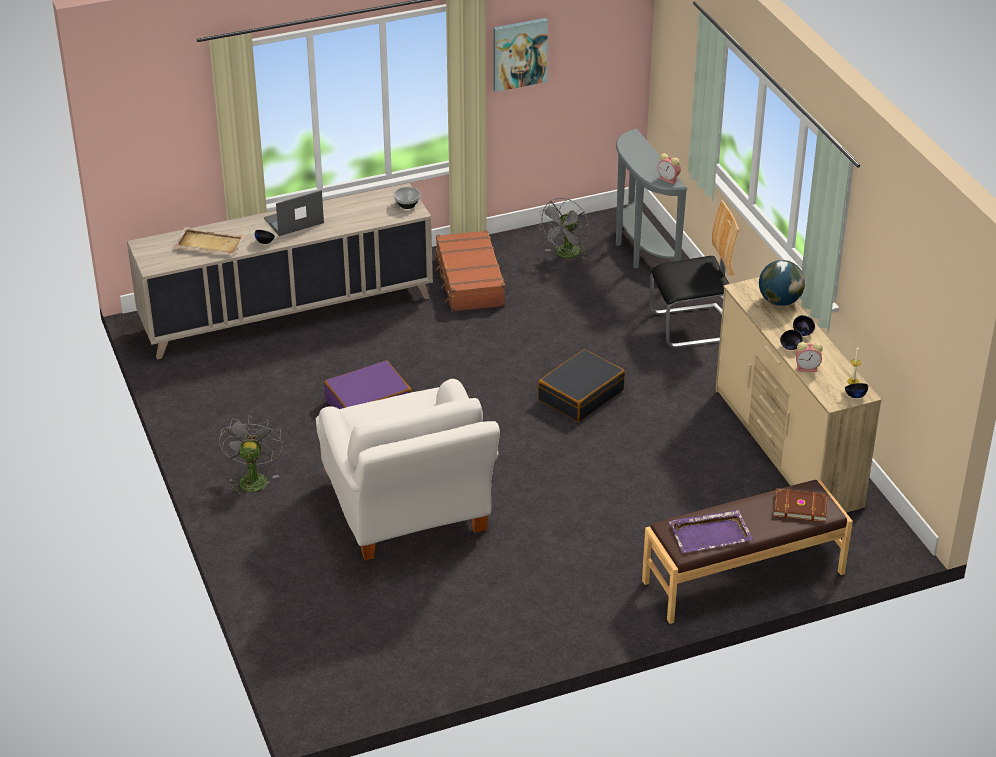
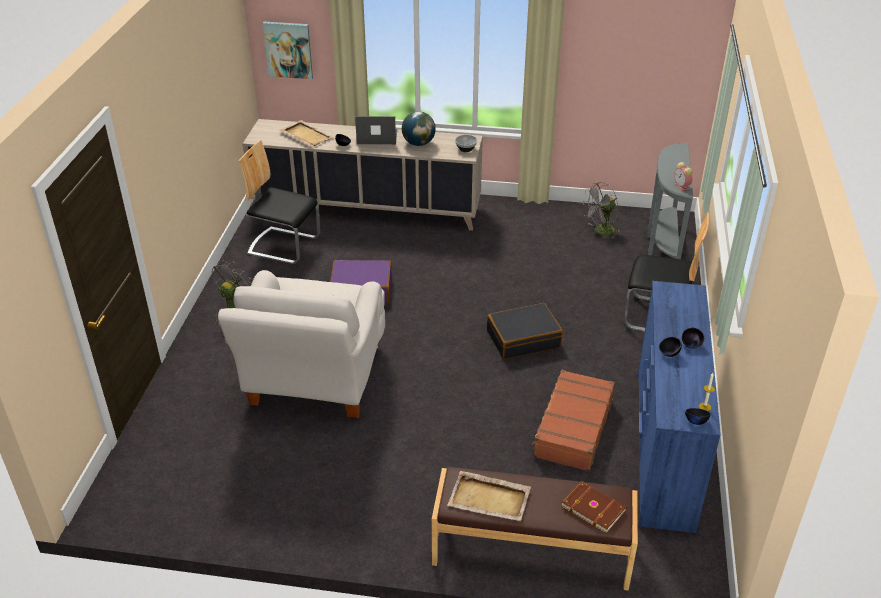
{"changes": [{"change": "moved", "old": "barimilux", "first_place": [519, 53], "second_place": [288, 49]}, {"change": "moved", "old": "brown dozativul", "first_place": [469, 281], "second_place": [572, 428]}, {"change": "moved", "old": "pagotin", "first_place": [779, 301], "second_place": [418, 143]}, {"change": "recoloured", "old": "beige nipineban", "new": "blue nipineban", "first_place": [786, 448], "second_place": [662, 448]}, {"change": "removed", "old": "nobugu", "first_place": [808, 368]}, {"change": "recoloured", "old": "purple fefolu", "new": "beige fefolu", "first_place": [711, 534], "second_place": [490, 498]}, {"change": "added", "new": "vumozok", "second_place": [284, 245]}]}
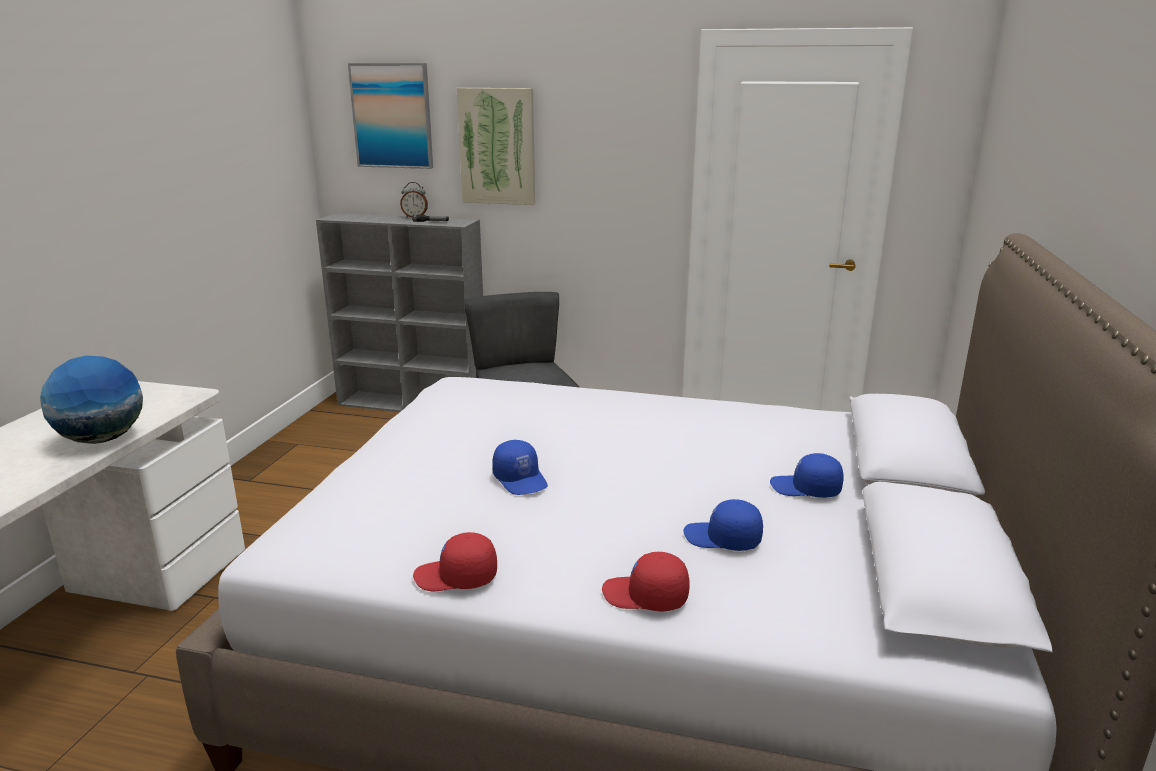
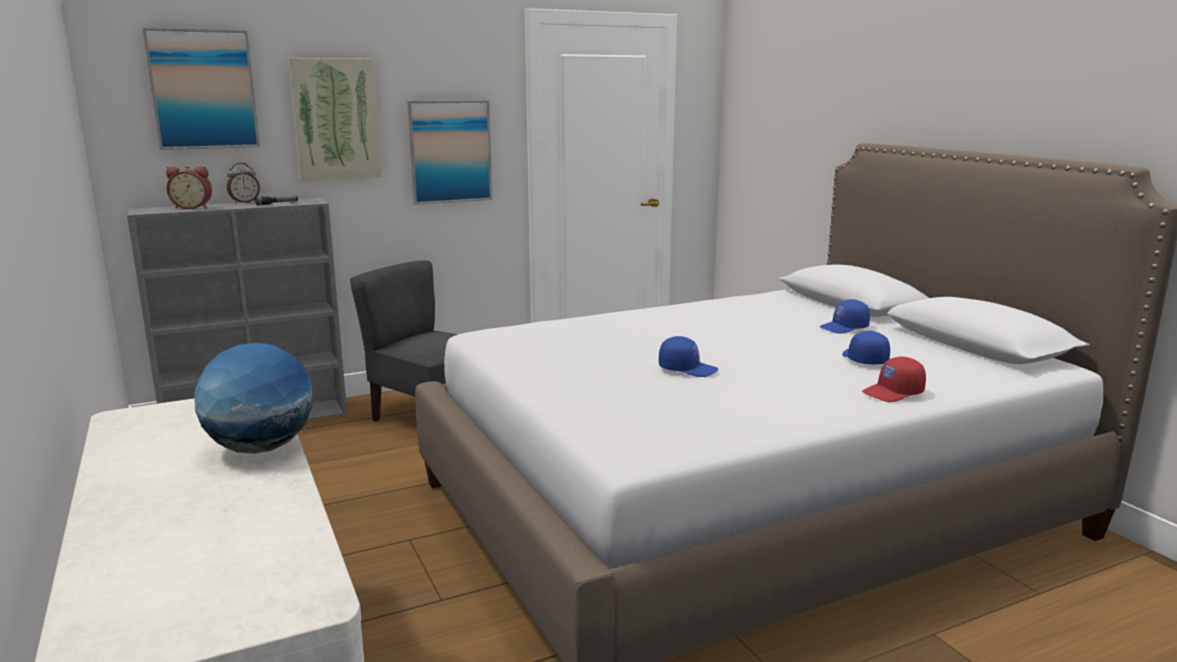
{"changes": [{"change": "turned", "old": "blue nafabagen", "first_place": [722, 539], "second_place": [863, 359], "degrees": 105}, {"change": "removed", "old": "red nafabagen", "first_place": [456, 577]}, {"change": "added", "new": "barimilux", "second_place": [450, 151]}, {"change": "added", "new": "nobugu", "second_place": [193, 207]}]}
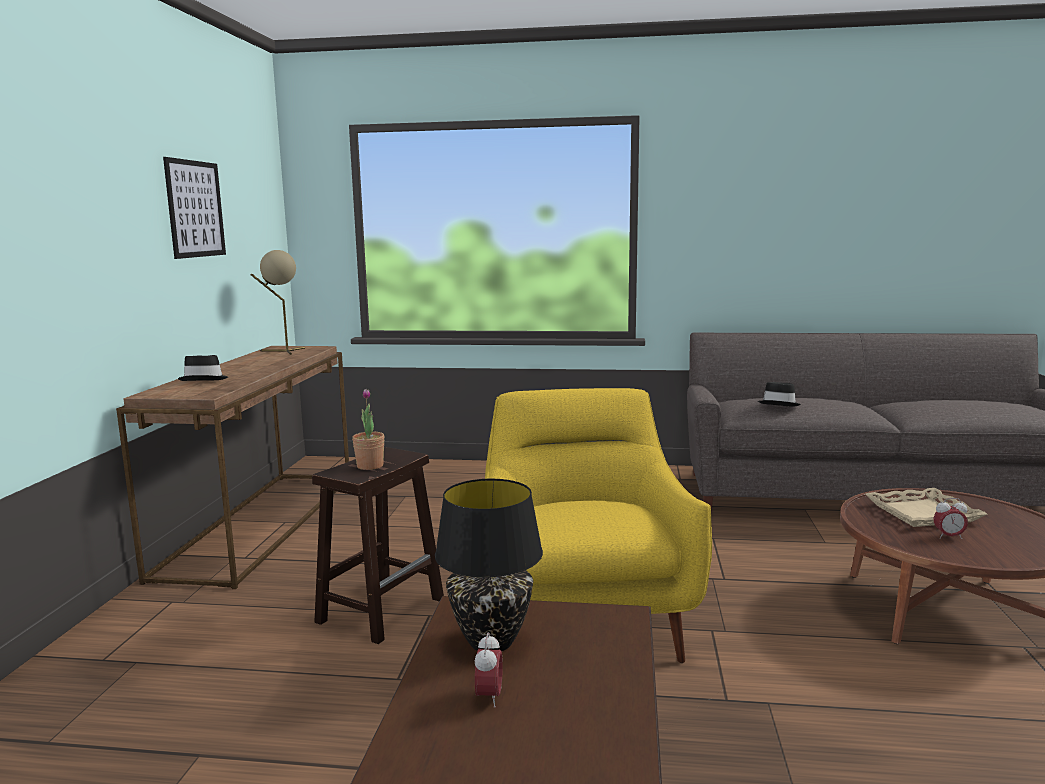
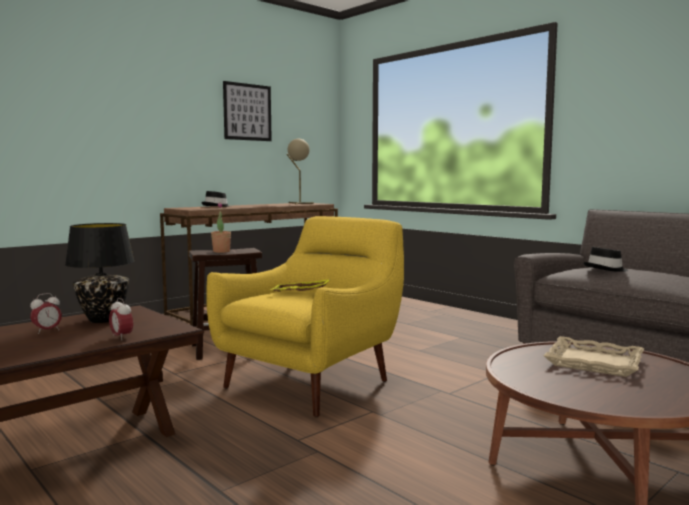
{"changes": [{"change": "moved", "old": "nobugu", "first_place": [948, 537], "second_place": [121, 337]}, {"change": "added", "new": "yellow fefolu", "second_place": [300, 293]}]}
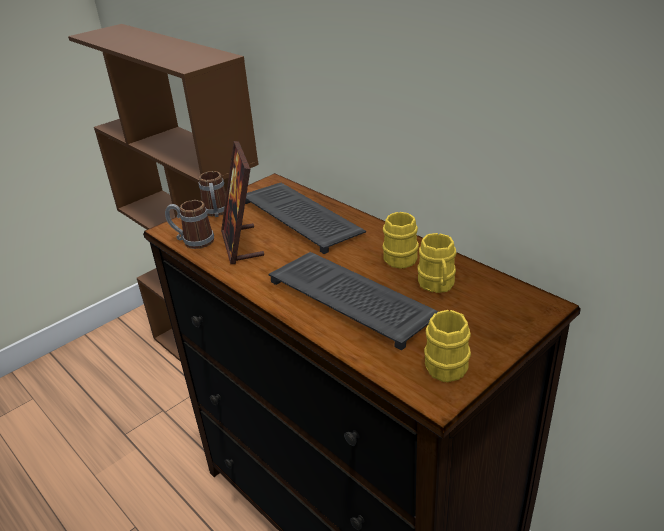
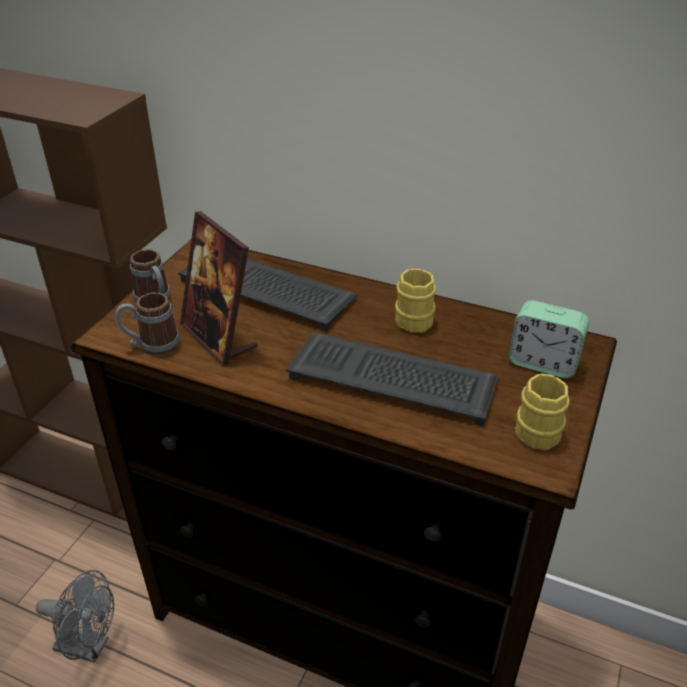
{"changes": [{"change": "removed", "old": "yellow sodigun", "first_place": [437, 285]}, {"change": "added", "new": "nobugu", "second_place": [543, 363]}, {"change": "added", "new": "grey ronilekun", "second_place": [89, 646]}]}
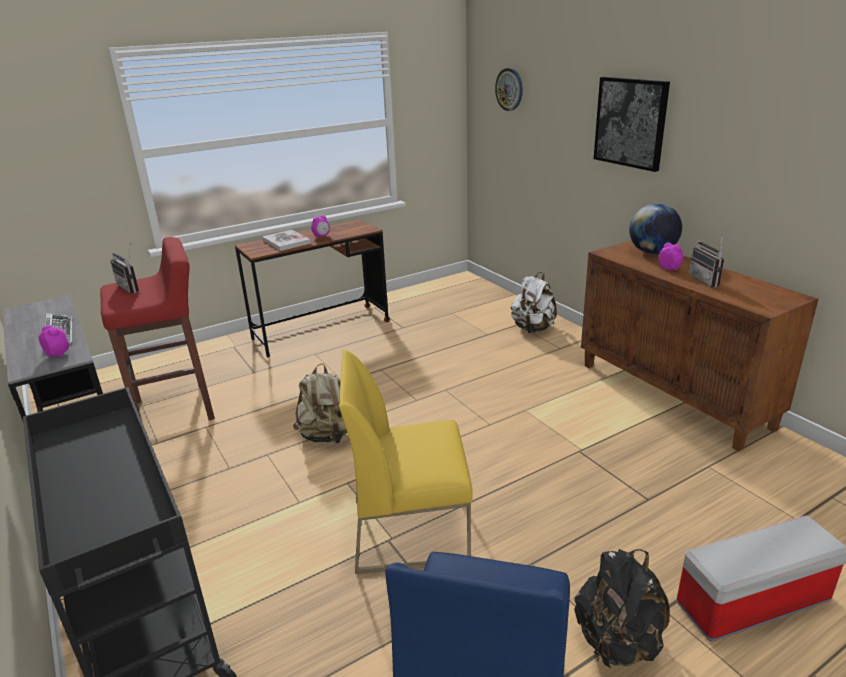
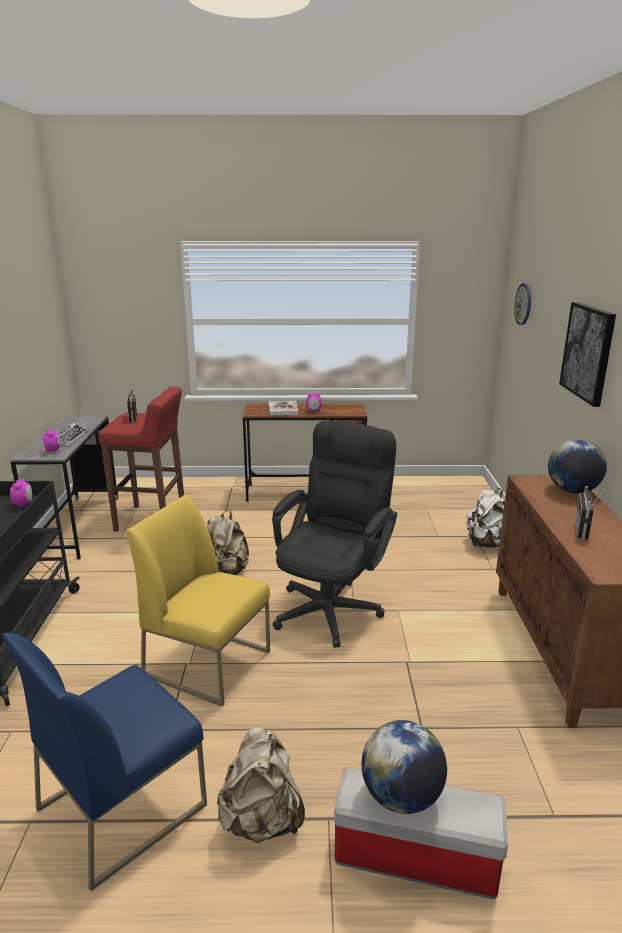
{"changes": [{"change": "moved", "old": "nobugu", "first_place": [669, 268], "second_place": [23, 504]}, {"change": "recoloured", "old": "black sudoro", "new": "beige sudoro", "first_place": [617, 643], "second_place": [261, 820]}, {"change": "added", "new": "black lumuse", "second_place": [332, 605]}, {"change": "added", "new": "pagotin", "second_place": [401, 796]}]}
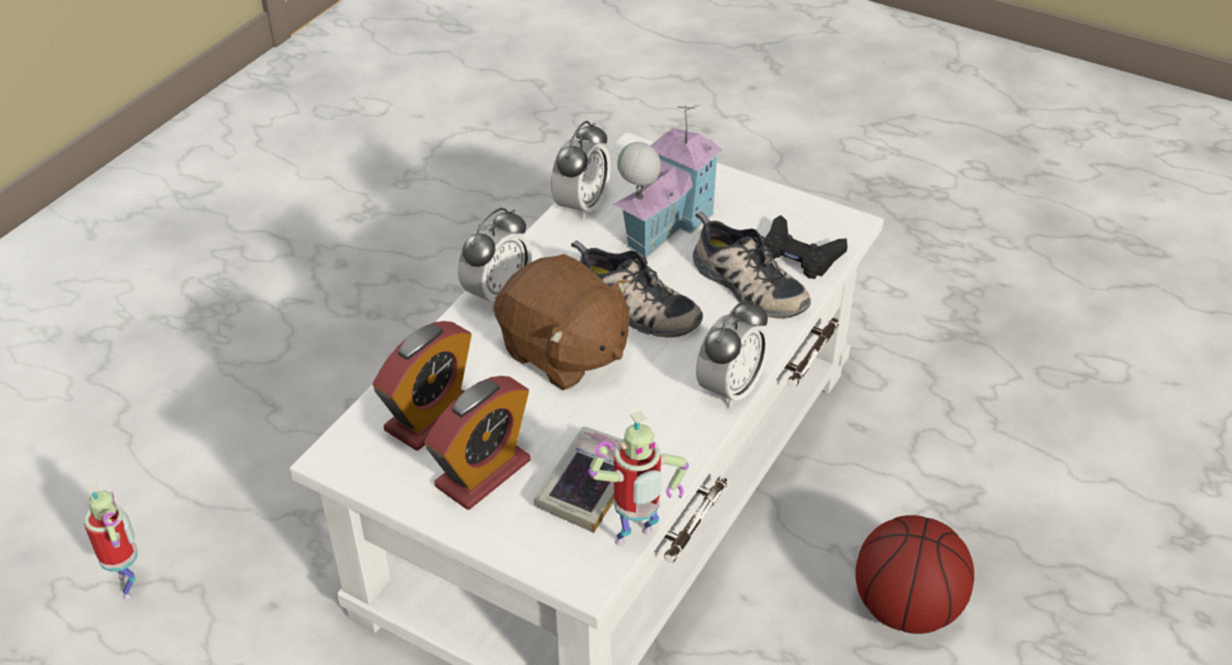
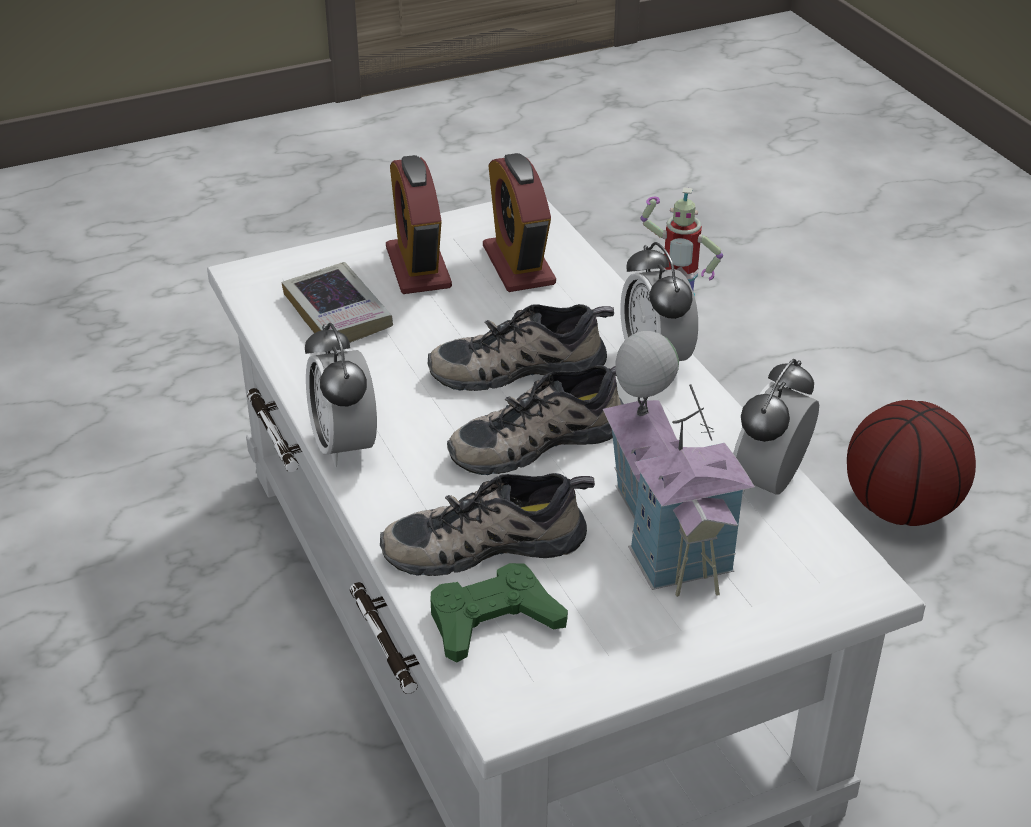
{"changes": [{"change": "turned", "old": "nobugu", "first_place": [581, 206], "second_place": [769, 482], "degrees": 60}, {"change": "recoloured", "old": "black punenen", "new": "green punenen", "first_place": [799, 255], "second_place": [493, 621]}, {"change": "replaced", "old": "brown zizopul", "new": "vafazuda", "first_place": [564, 353], "second_place": [519, 365]}, {"change": "removed", "old": "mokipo", "first_place": [635, 541]}, {"change": "moved", "old": "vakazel", "first_place": [907, 609], "second_place": [899, 509]}]}
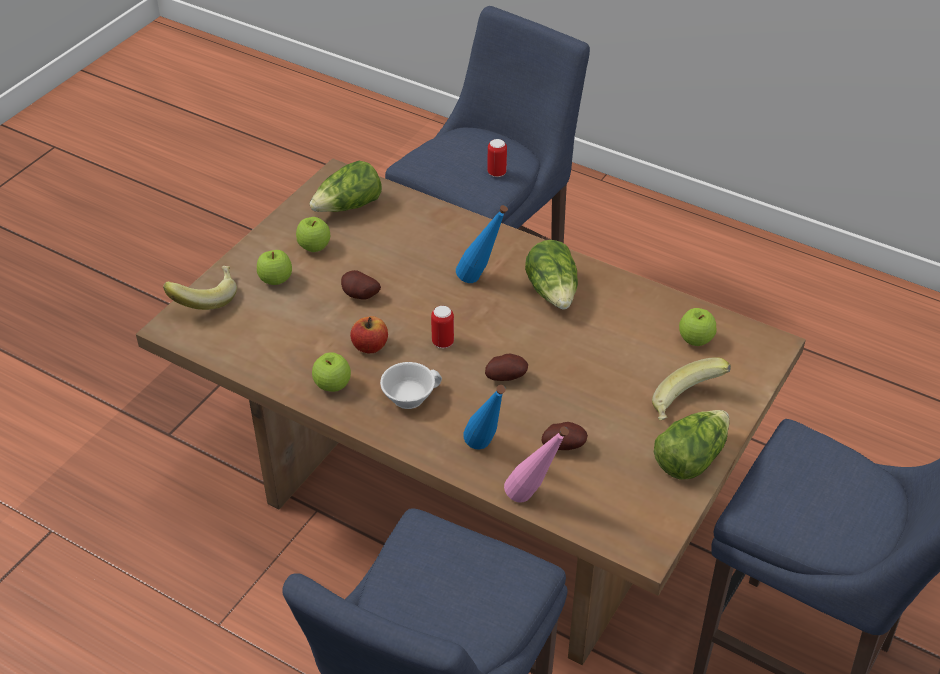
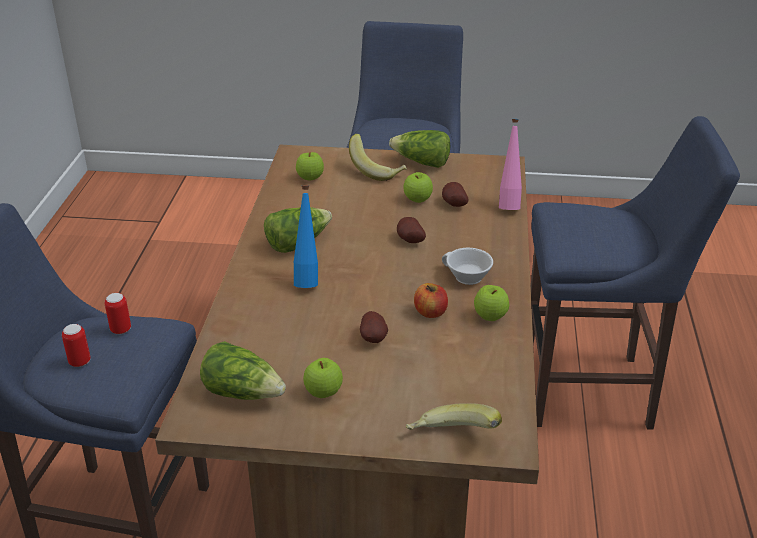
{"changes": [{"change": "moved", "old": "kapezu", "first_place": [276, 280], "second_place": [417, 200]}, {"change": "moved", "old": "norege", "first_place": [443, 342], "second_place": [80, 362]}, {"change": "removed", "old": "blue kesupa", "first_place": [485, 451]}]}
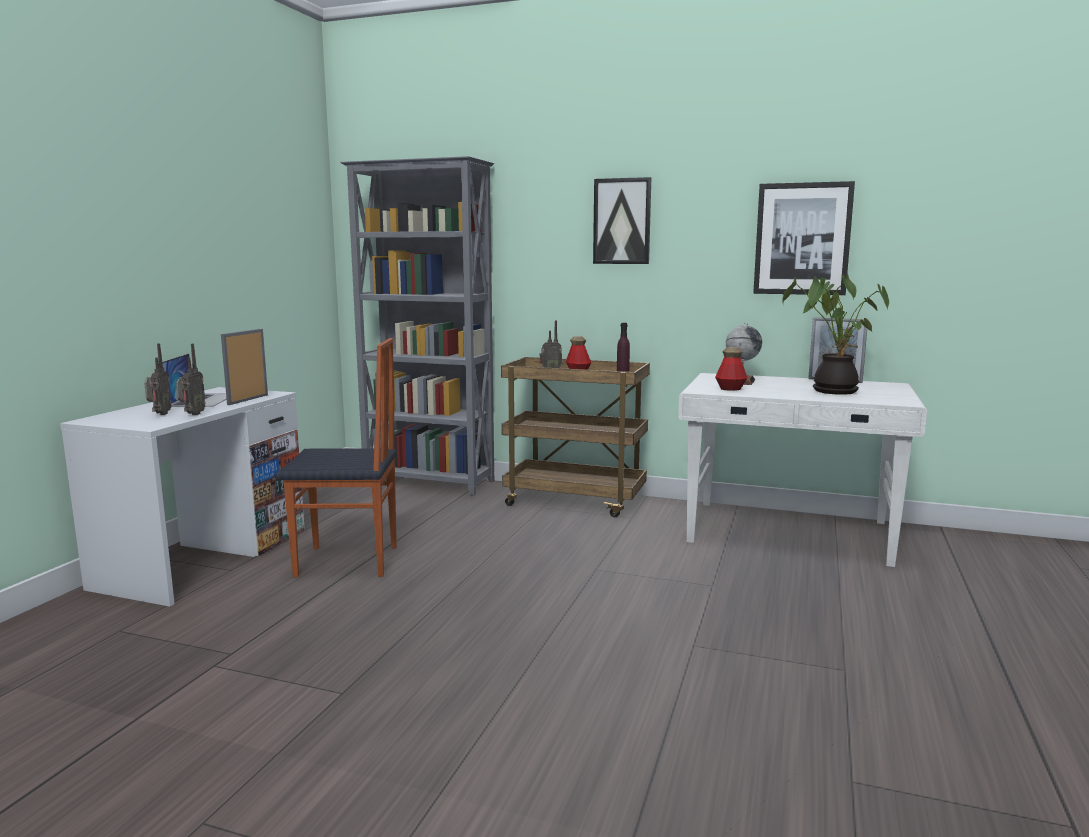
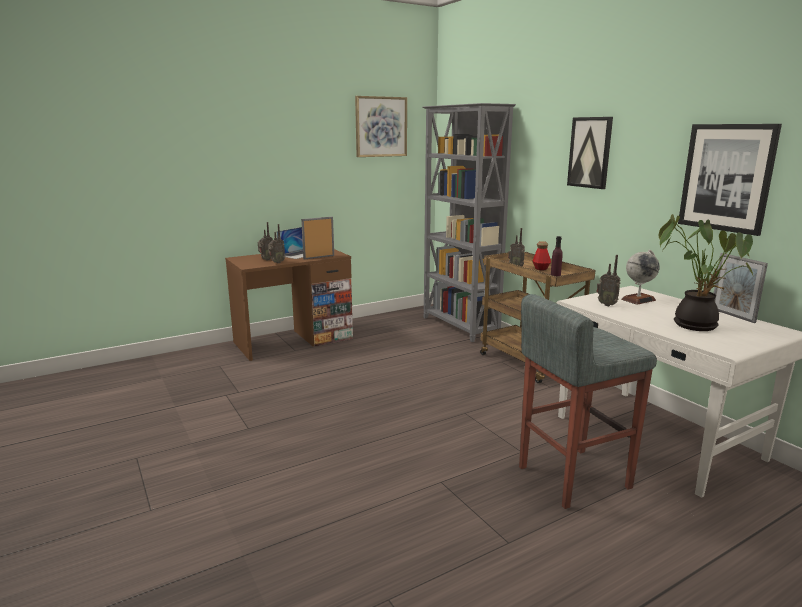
{"changes": [{"change": "removed", "old": "vumozok", "first_place": [348, 562]}, {"change": "replaced", "old": "kesupa", "new": "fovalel", "first_place": [730, 389], "second_place": [606, 304]}, {"change": "recoloured", "old": "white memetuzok", "new": "brown memetuzok", "first_place": [204, 558], "second_place": [293, 340]}, {"change": "added", "new": "barimilux", "second_place": [381, 127]}, {"change": "added", "new": "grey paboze", "second_place": [571, 477]}]}
